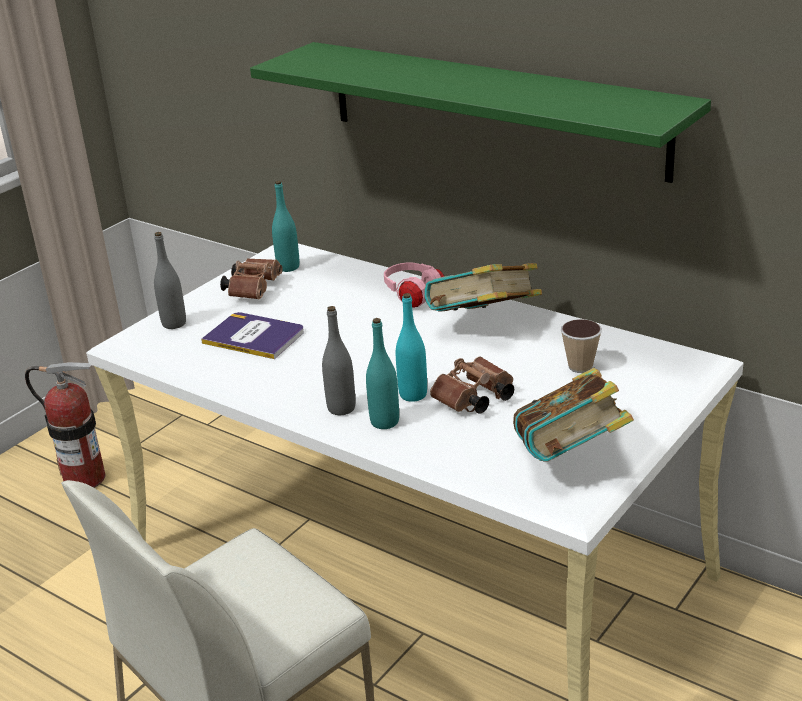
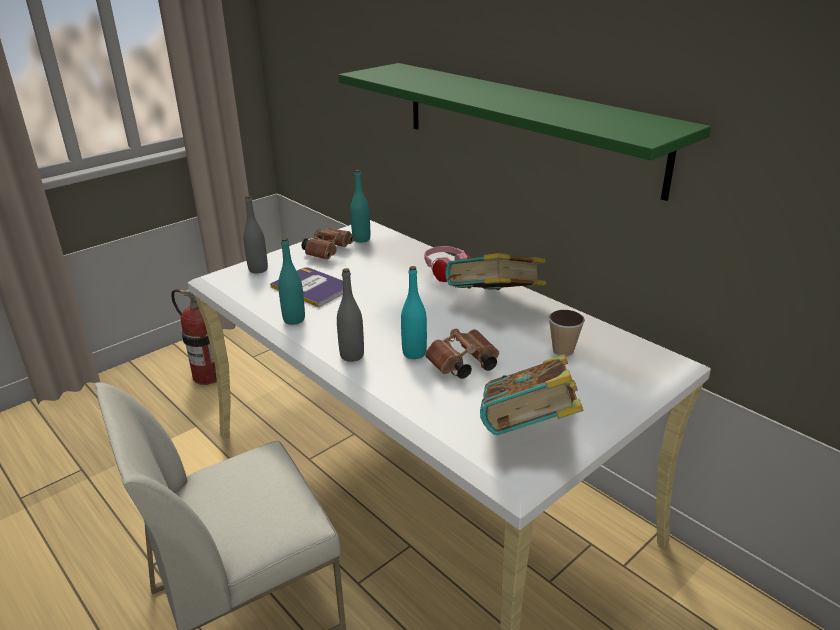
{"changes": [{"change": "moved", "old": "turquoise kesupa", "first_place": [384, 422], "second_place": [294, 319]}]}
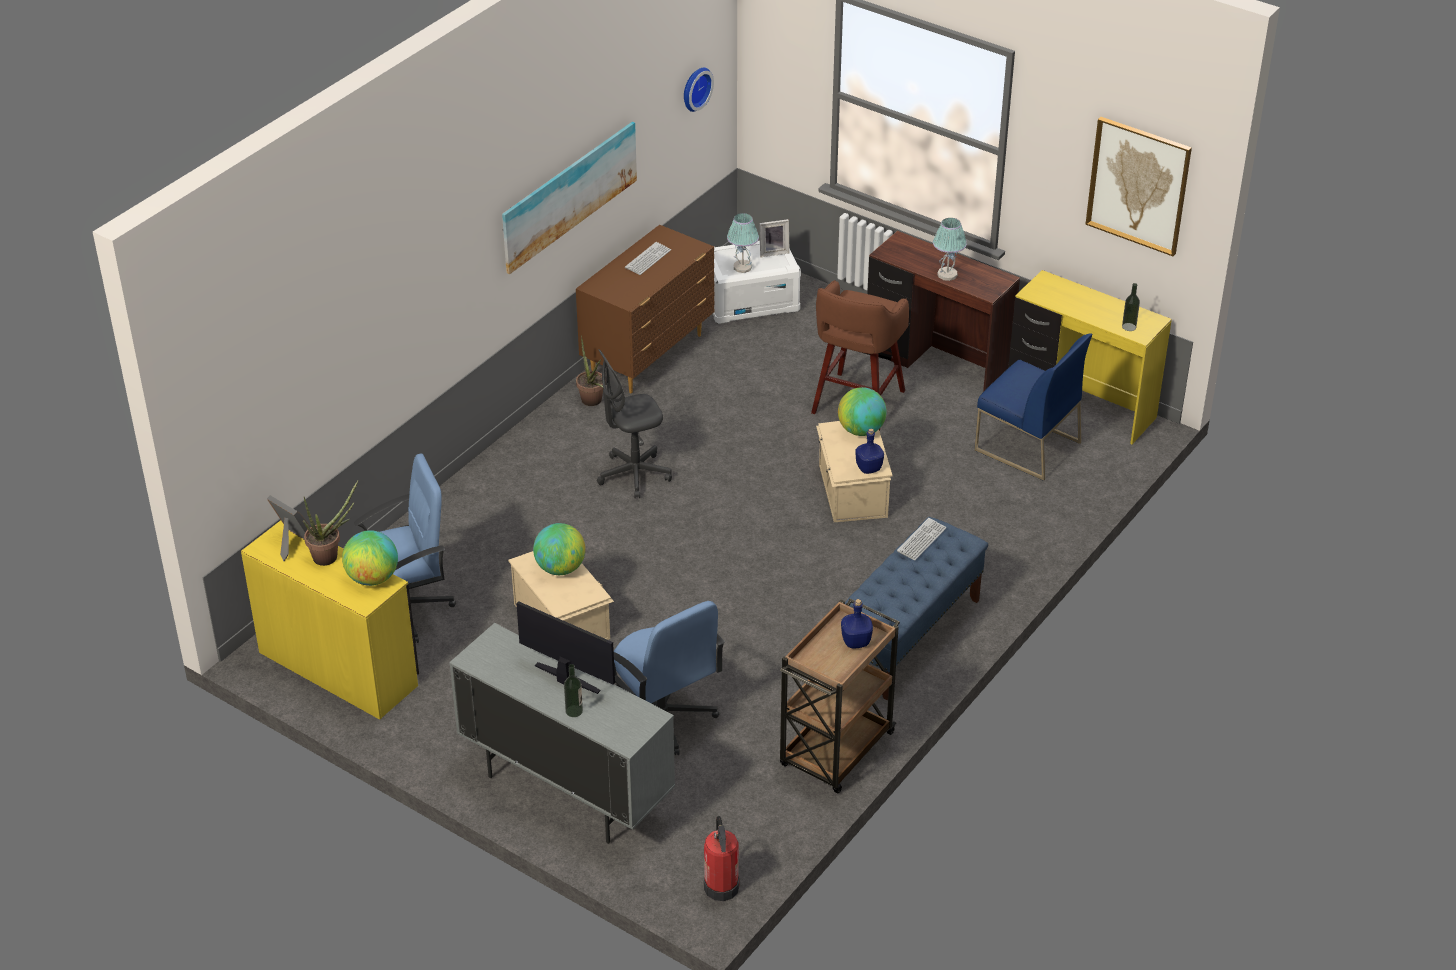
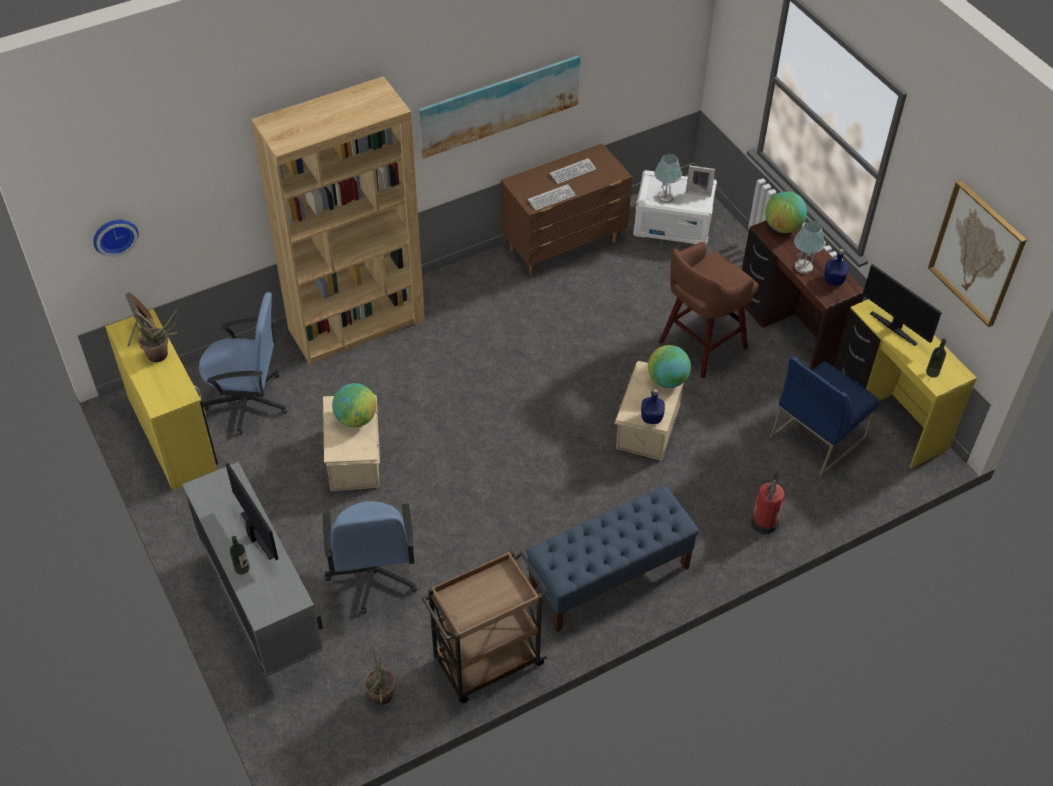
{"changes": [{"change": "moved", "old": "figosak", "first_place": [694, 88], "second_place": [114, 235]}, {"change": "turned", "old": "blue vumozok", "first_place": [1026, 446], "second_place": [817, 436], "degrees": 75}, {"change": "moved", "old": "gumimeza", "first_place": [593, 402], "second_place": [381, 699]}, {"change": "removed", "old": "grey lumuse", "first_place": [634, 475]}, {"change": "moved", "old": "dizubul", "first_place": [921, 540], "second_place": [551, 198]}, {"change": "moved", "old": "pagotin", "first_place": [372, 578], "second_place": [783, 227]}, {"change": "moved", "old": "blue kesupa", "first_place": [855, 642], "second_place": [833, 280]}, {"change": "moved", "old": "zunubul", "first_place": [721, 886], "second_place": [764, 522]}, {"change": "added", "new": "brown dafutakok", "second_place": [357, 325]}, {"change": "added", "new": "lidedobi", "second_place": [894, 327]}]}
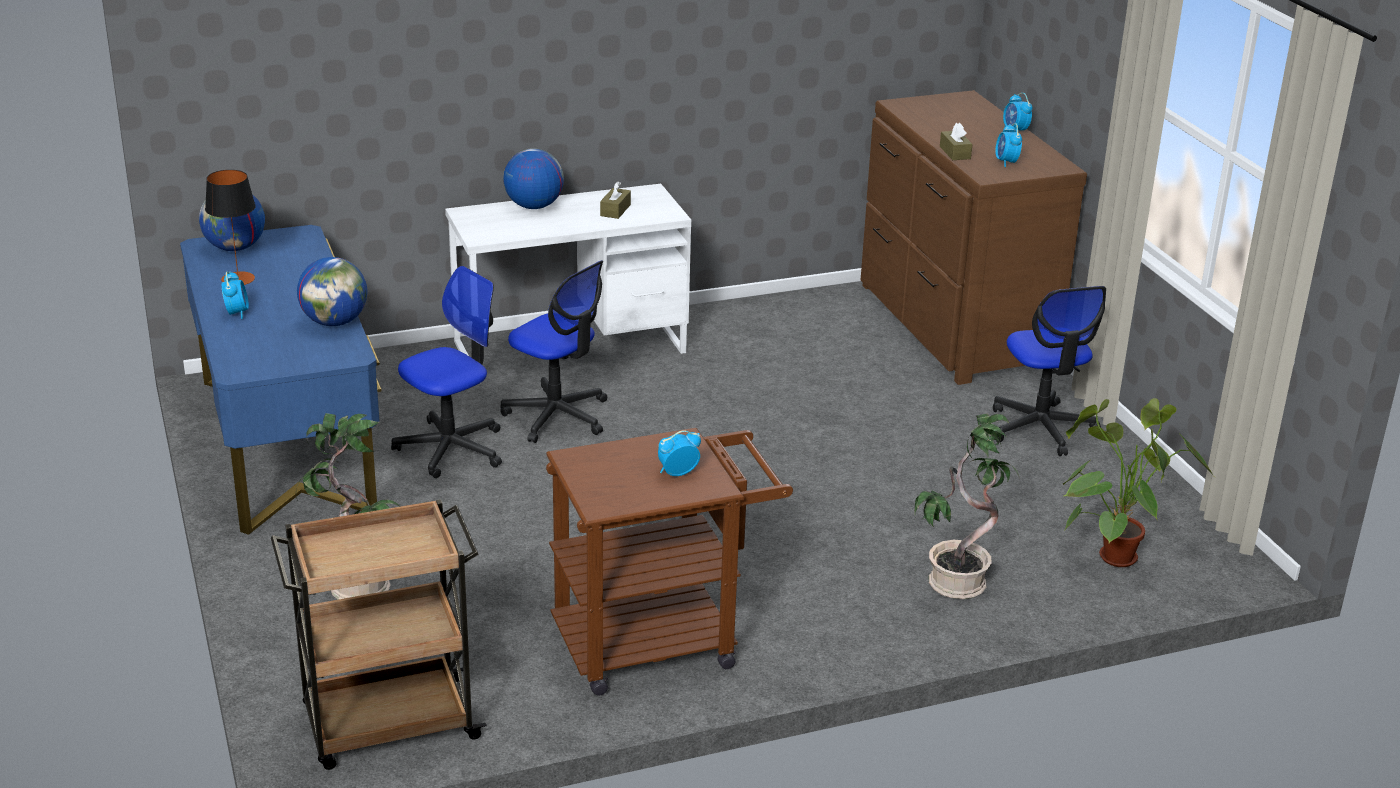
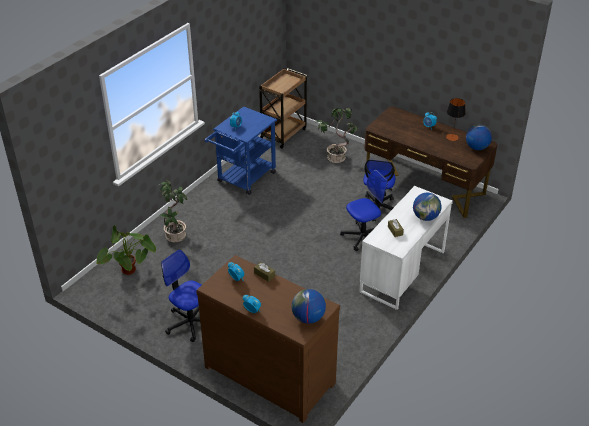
{"changes": [{"change": "recoloured", "old": "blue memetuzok", "new": "brown memetuzok", "first_place": [286, 443], "second_place": [424, 186]}, {"change": "moved", "old": "pagotin", "first_place": [335, 322], "second_place": [308, 318]}, {"change": "turned", "old": "lumuse", "first_place": [557, 416], "second_place": [363, 237], "degrees": 150}, {"change": "recoloured", "old": "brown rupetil", "new": "blue rupetil", "first_place": [661, 641], "second_place": [243, 179]}]}
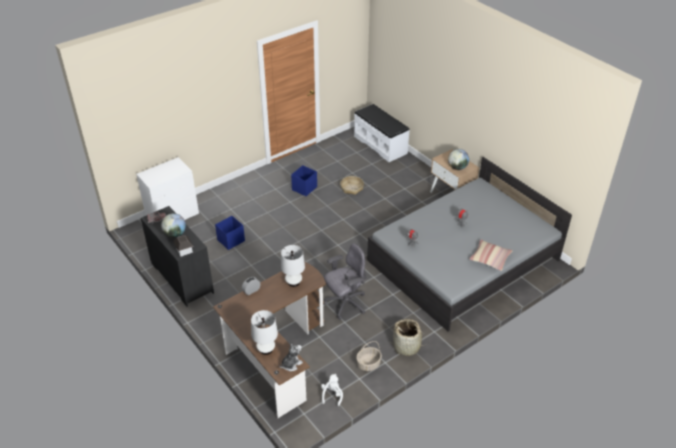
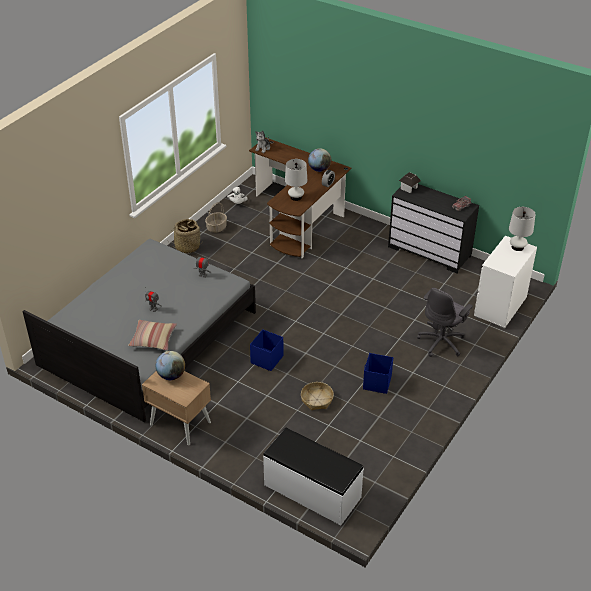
{"changes": [{"change": "moved", "old": "pagotin", "first_place": [175, 234], "second_place": [319, 169]}, {"change": "moved", "old": "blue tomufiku", "first_place": [231, 240], "second_place": [266, 360]}, {"change": "moved", "old": "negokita", "first_place": [490, 258], "second_place": [153, 339]}, {"change": "moved", "old": "grey lumuse", "first_place": [345, 304], "second_place": [442, 342]}, {"change": "moved", "old": "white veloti", "first_place": [266, 349], "second_place": [517, 247]}]}
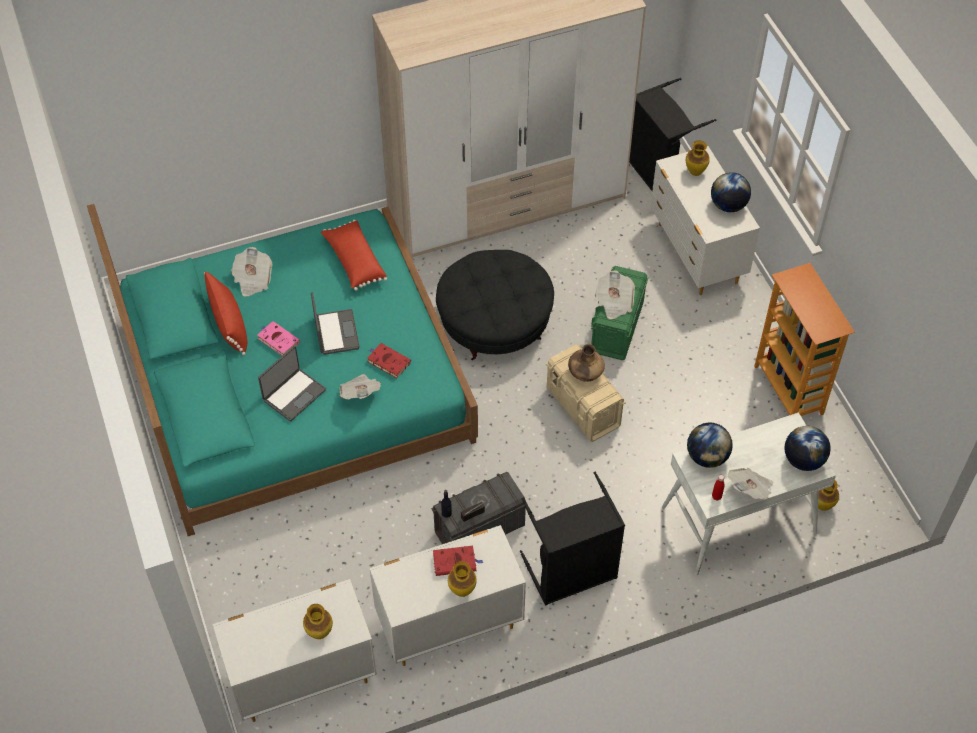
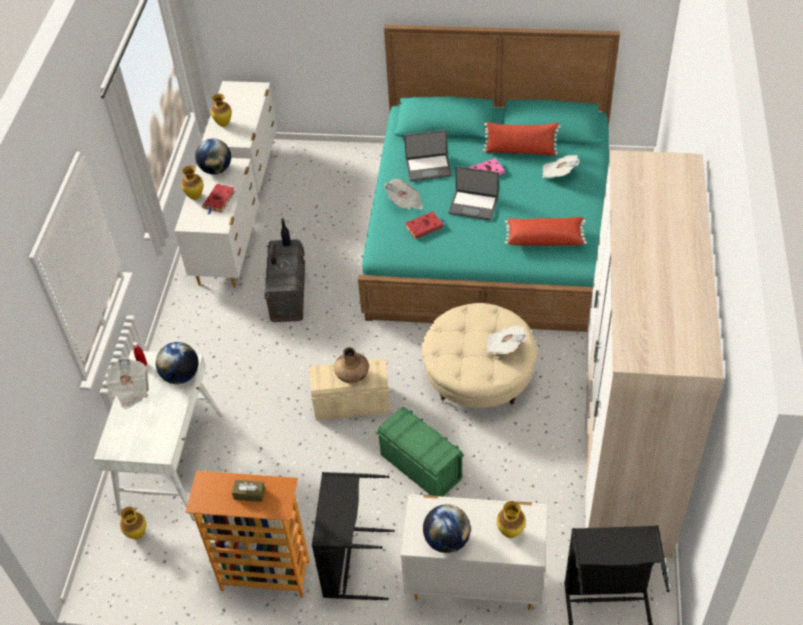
{"changes": [{"change": "recoloured", "old": "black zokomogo", "new": "beige zokomogo", "first_place": [494, 323], "second_place": [479, 377]}, {"change": "moved", "old": "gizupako", "first_place": [614, 302], "second_place": [504, 346]}, {"change": "turned", "old": "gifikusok", "first_place": [294, 394], "second_place": [428, 167], "degrees": -75}, {"change": "moved", "old": "pagotin", "first_place": [803, 460], "second_place": [216, 169]}, {"change": "moved", "old": "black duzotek", "first_place": [572, 574], "second_place": [349, 563]}, {"change": "added", "new": "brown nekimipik", "second_place": [249, 494]}]}
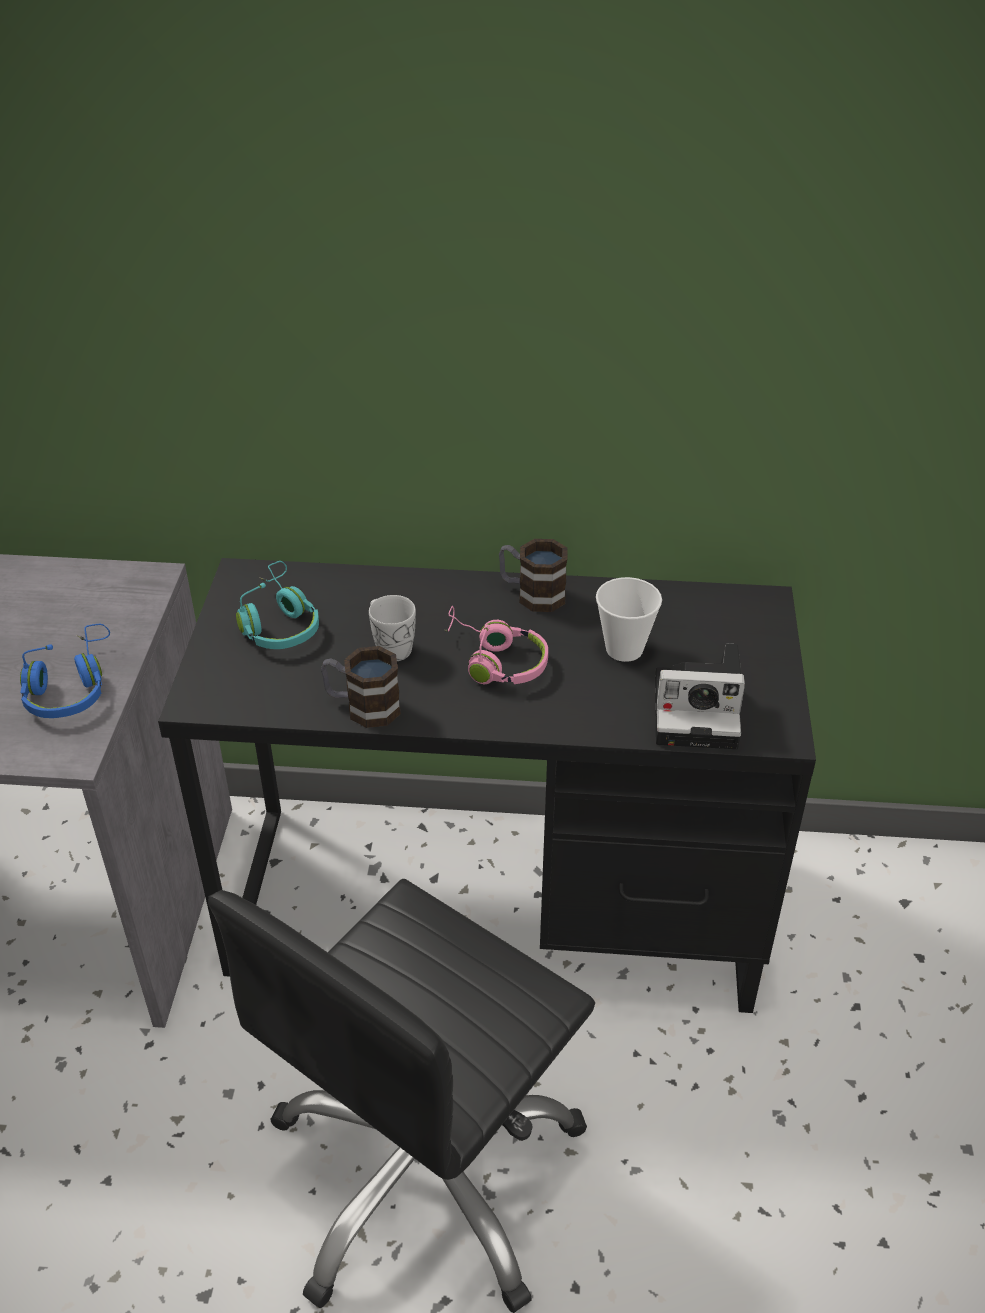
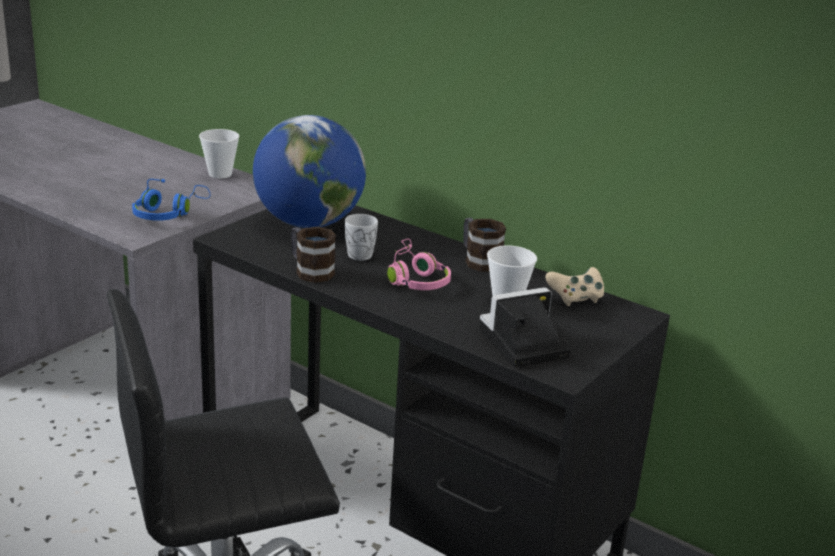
{"changes": [{"change": "replaced", "old": "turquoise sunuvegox", "new": "pagotin", "first_place": [278, 622], "second_place": [309, 223]}, {"change": "turned", "old": "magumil", "first_place": [700, 711], "second_place": [521, 345], "degrees": 120}, {"change": "added", "new": "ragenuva", "second_place": [220, 174]}, {"change": "added", "new": "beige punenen", "second_place": [575, 298]}]}
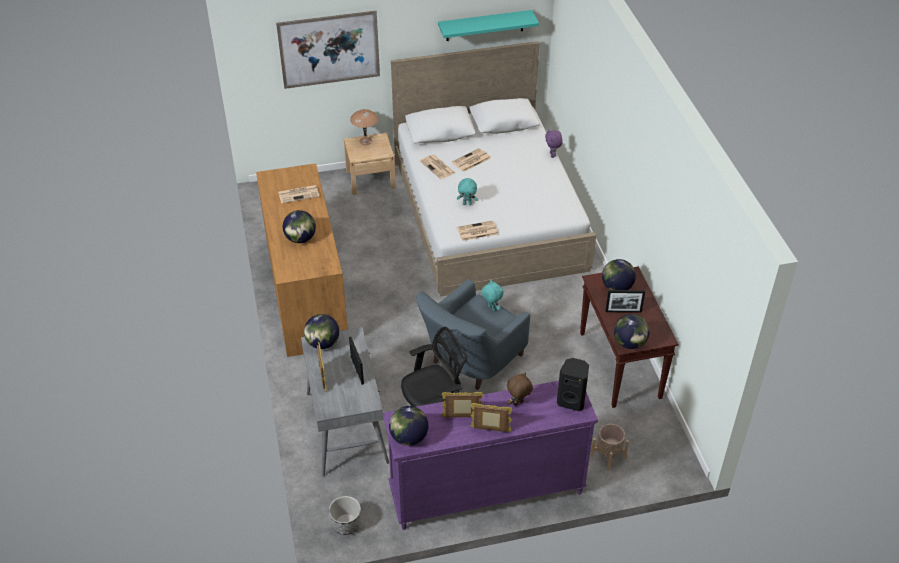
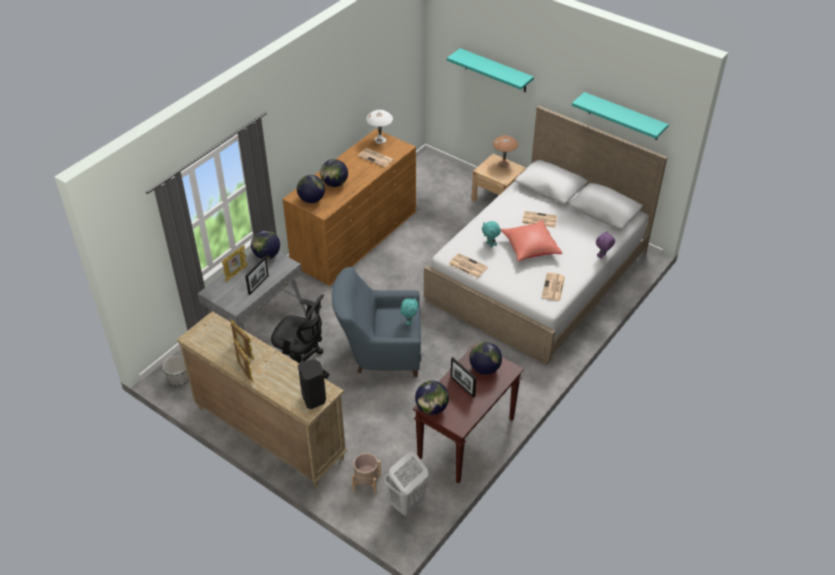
{"changes": [{"change": "replaced", "old": "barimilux", "new": "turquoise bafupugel", "first_place": [329, 49], "second_place": [495, 71]}, {"change": "moved", "old": "gizupako", "first_place": [438, 167], "second_place": [553, 287]}, {"change": "removed", "old": "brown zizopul", "first_place": [518, 403]}, {"change": "recoloured", "old": "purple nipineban", "new": "beige nipineban", "first_place": [486, 492], "second_place": [269, 432]}, {"change": "moved", "old": "pagotin", "first_place": [408, 437], "second_place": [311, 199]}, {"change": "added", "new": "white veloti", "second_place": [380, 140]}, {"change": "added", "new": "red negokita", "second_place": [529, 248]}, {"change": "added", "new": "white duzotek", "second_place": [406, 504]}]}
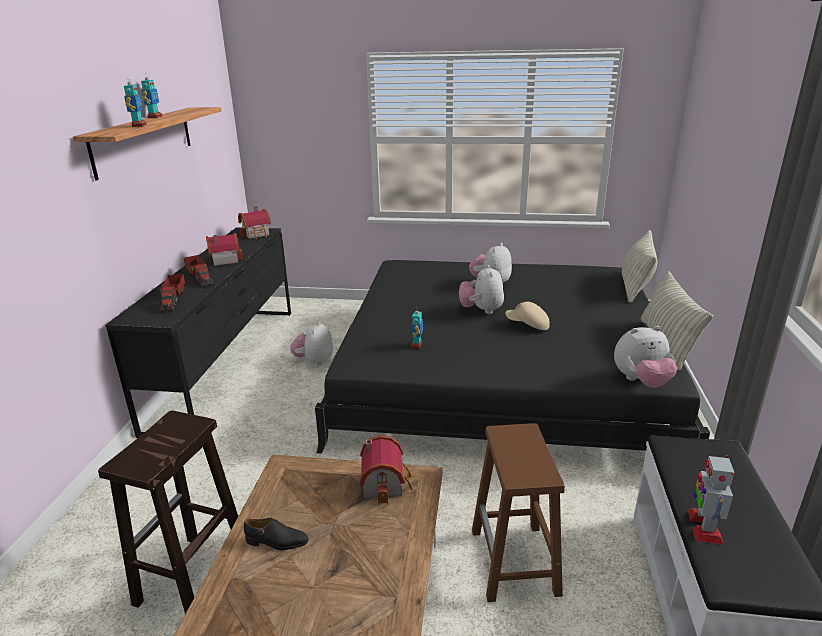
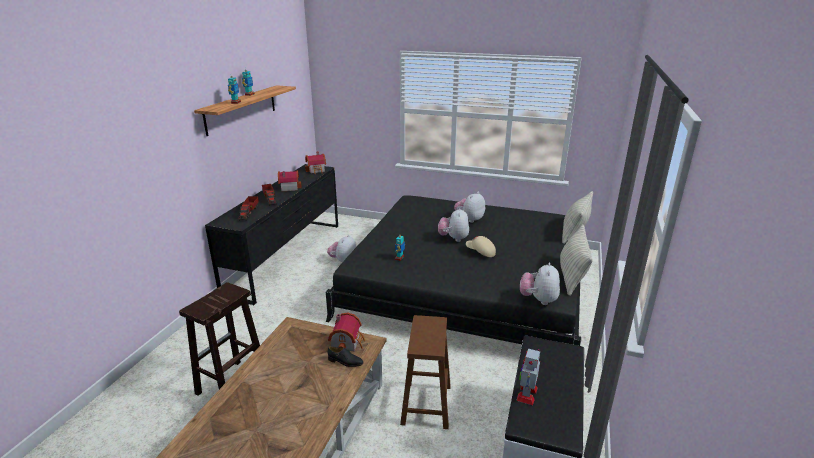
{"changes": [{"change": "turned", "old": "zizopul", "first_place": [641, 382], "second_place": [538, 300], "degrees": 105}, {"change": "moved", "old": "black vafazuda", "first_place": [277, 542], "second_place": [345, 362]}]}
